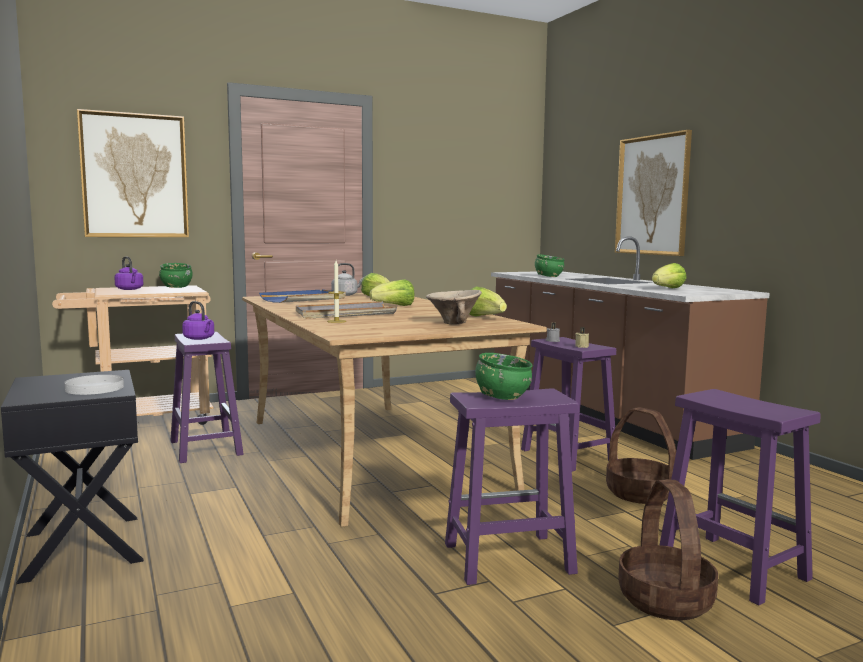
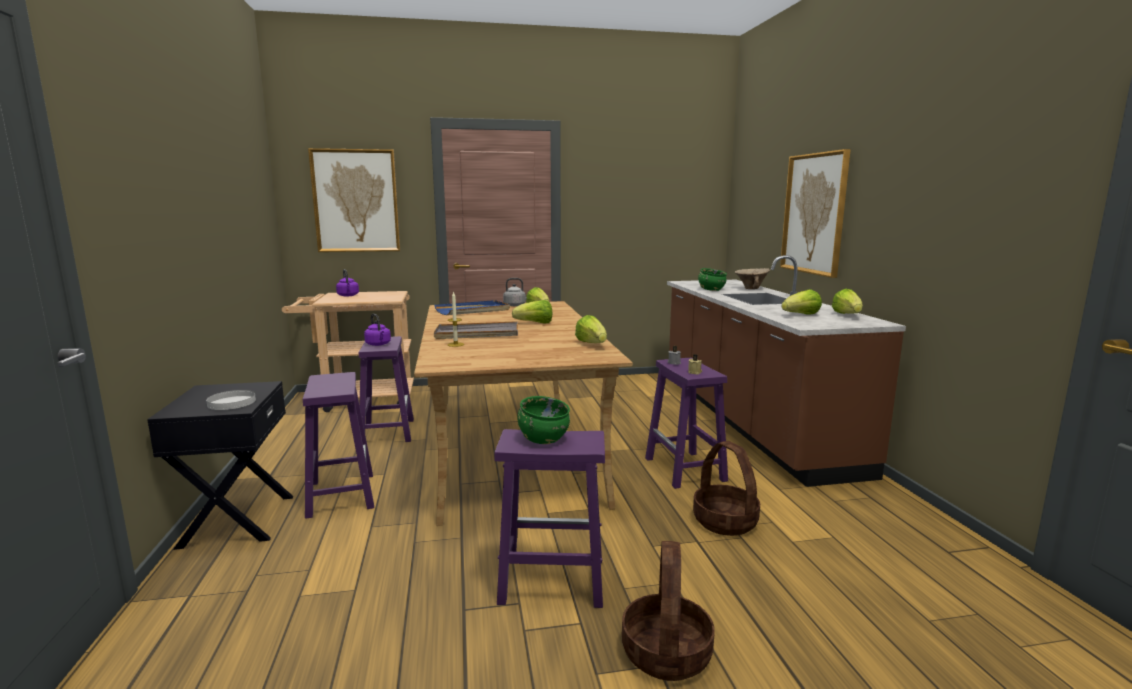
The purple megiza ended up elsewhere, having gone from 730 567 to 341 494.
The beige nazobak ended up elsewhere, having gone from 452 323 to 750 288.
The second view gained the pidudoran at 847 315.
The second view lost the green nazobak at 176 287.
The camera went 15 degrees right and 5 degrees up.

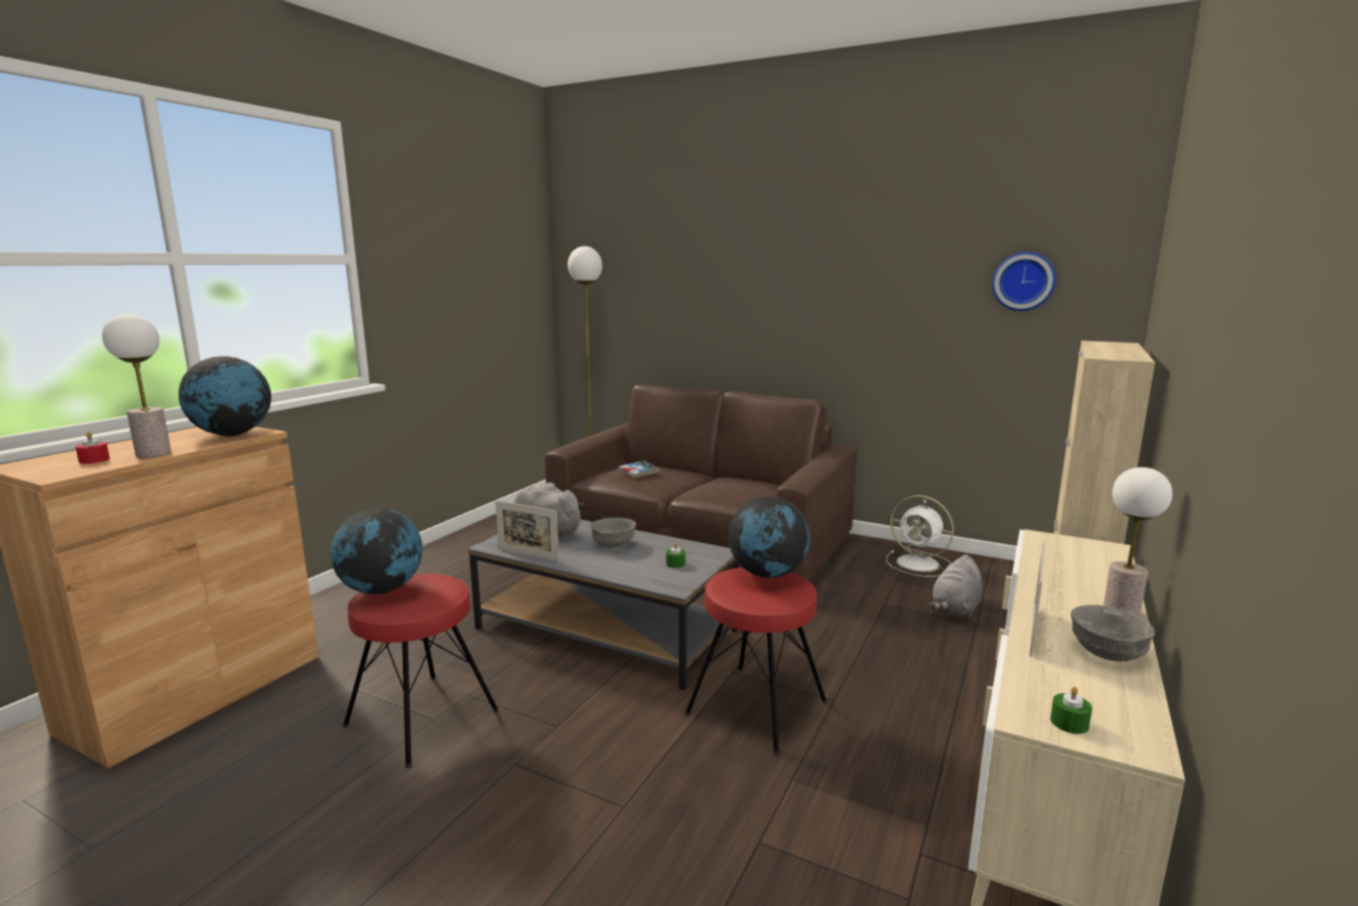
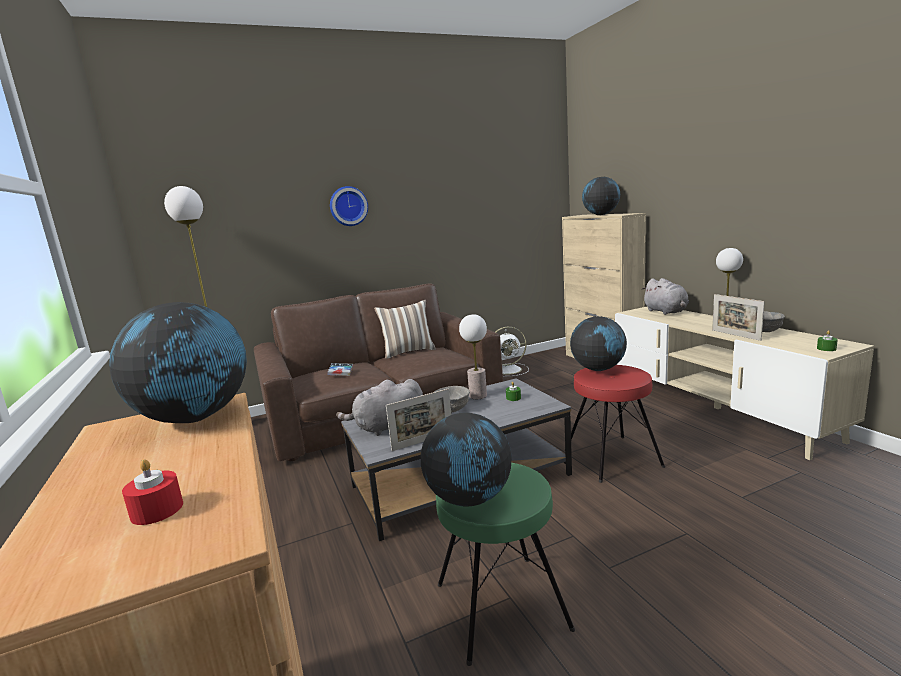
The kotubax ended up elsewhere, having gone from 1023 281 to 348 206.
The second view gained the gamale at 408 352.
What was the red megiza at 422 717 turned into the green megiza at 500 605.
The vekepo ended up elsewhere, having gone from 153 454 to 478 396.
The second view gained the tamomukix at 601 214.
The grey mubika ended up elsewhere, having gone from 955 609 to 666 312.
The camera went 50 degrees left and 0 degrees up.

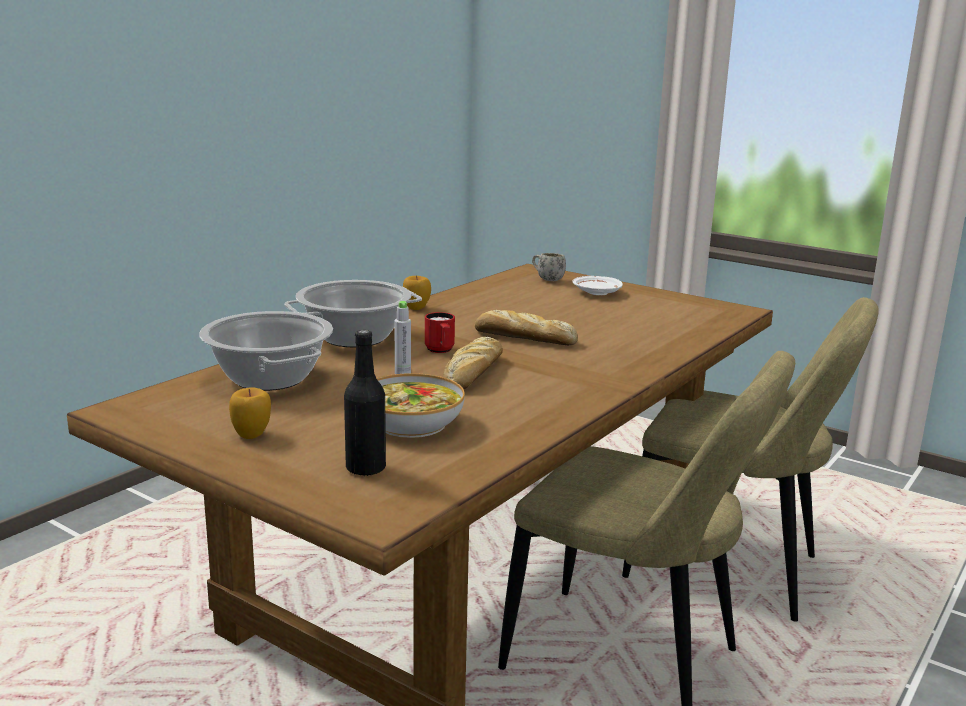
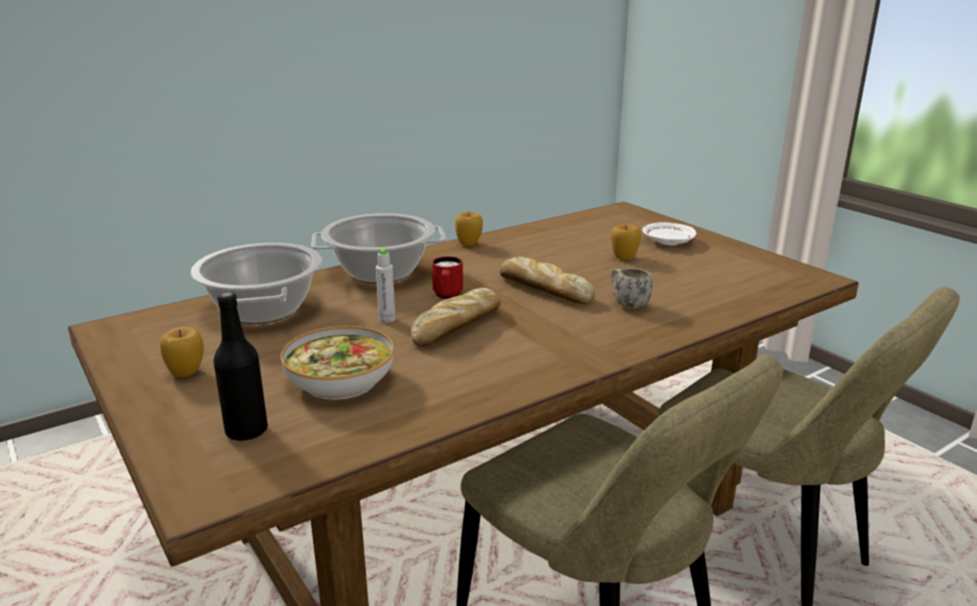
The second view gained the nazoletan at 624 257.
The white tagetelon ended up elsewhere, having gone from 547 279 to 627 303.
The camera went 20 degrees right and 5 degrees up.

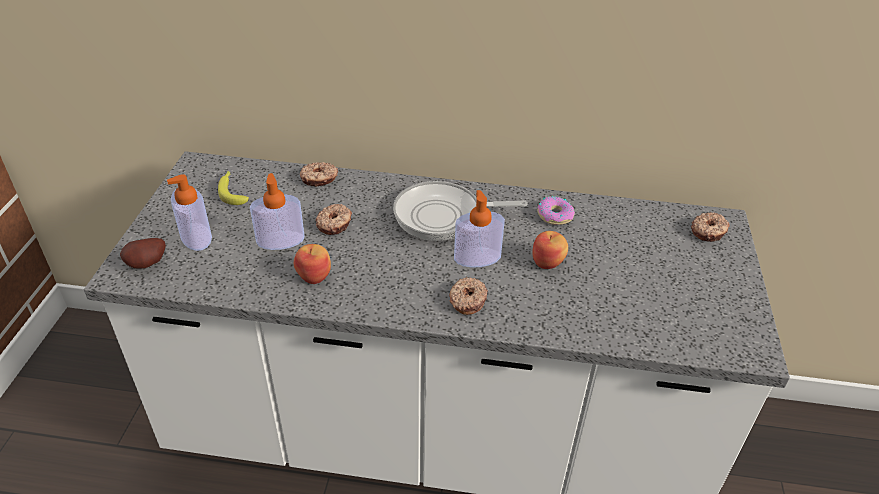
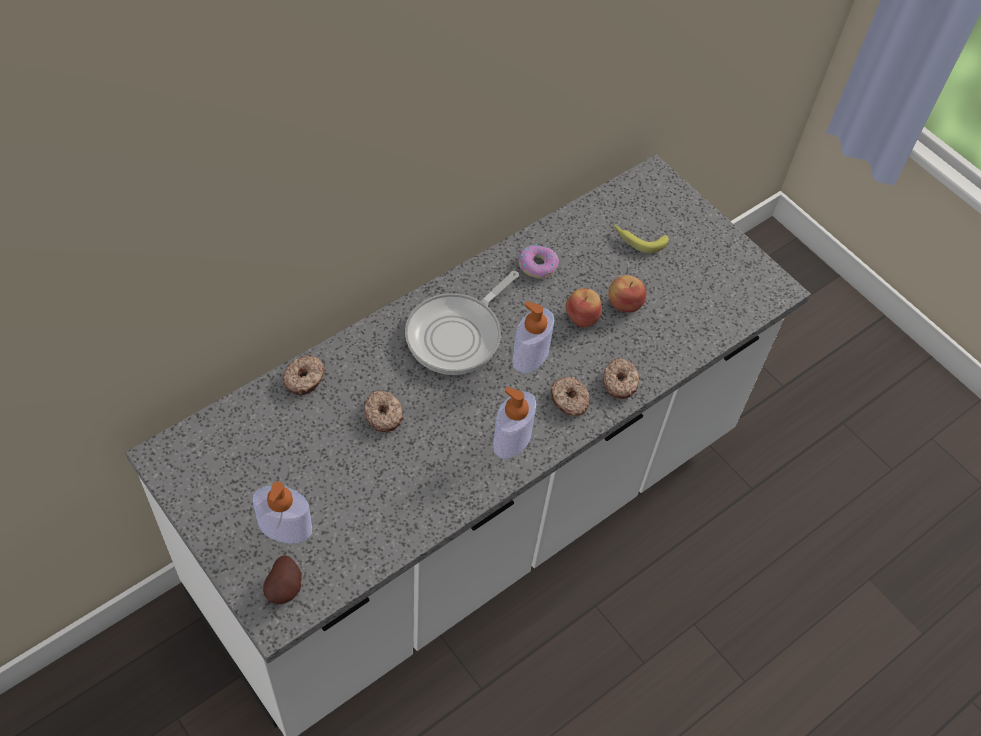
The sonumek ended up elsewhere, having gone from 280 240 to 512 438.
The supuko ended up elsewhere, having gone from 709 232 to 620 382.
The nazoletan ended up elsewhere, having gone from 314 275 to 624 303.
The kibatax ended up elsewhere, having gone from 233 191 to 638 240.
The camera went 50 degrees left and 15 degrees up.

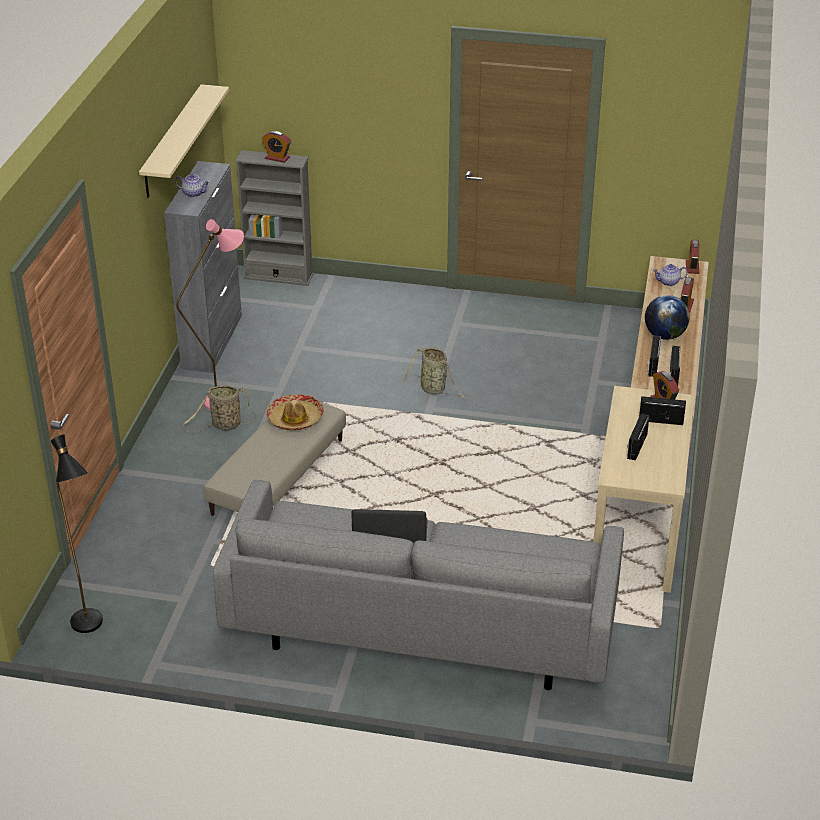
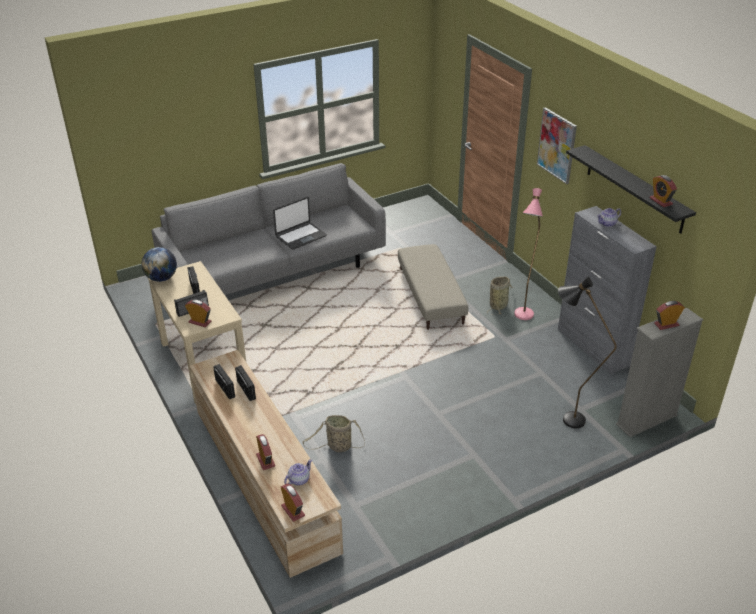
The tamomukix ended up elsewhere, having gone from 664 335 to 161 278.
The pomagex ended up elsewhere, having gone from 434 390 to 337 446.
The second view gained the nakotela at 557 145.
The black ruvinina ended up elsewhere, having gone from 91 629 to 565 418.
What was the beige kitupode at 172 141 turned into the black kitupode at 634 189.
The second view gained the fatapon at 660 201.
The second view lost the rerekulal at 295 419.
The camera went 140 degrees right and 0 degrees up.

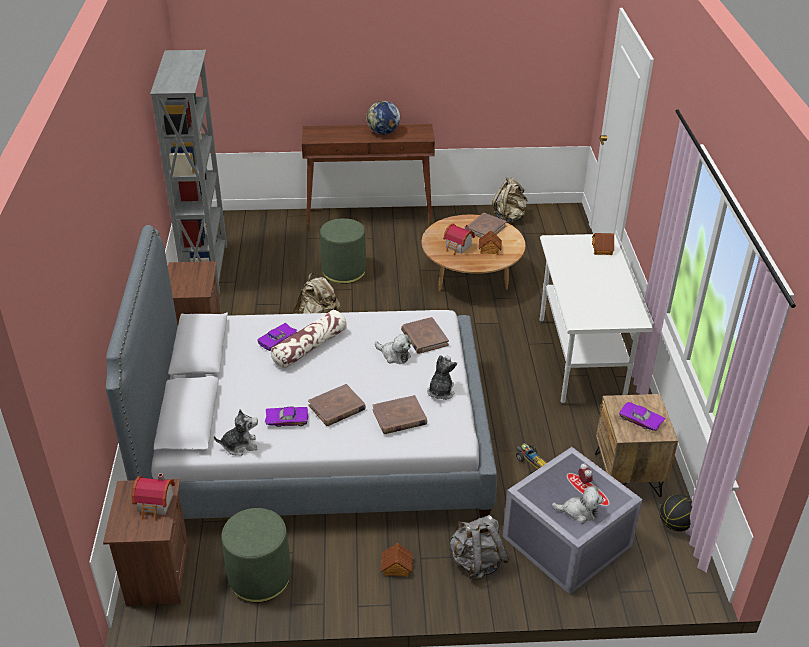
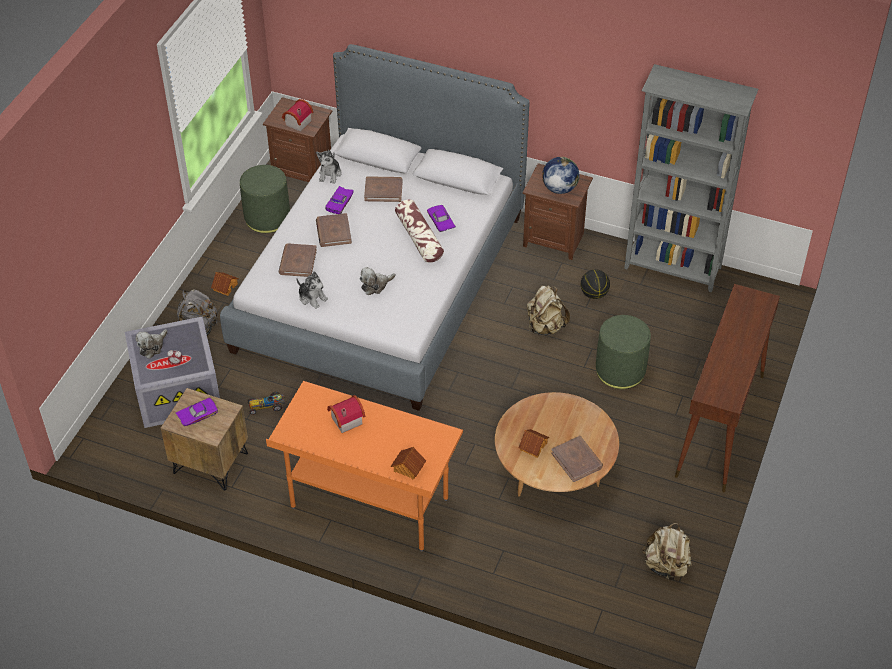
What was the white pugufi at 581 360 turned into the orange pugufi at 369 504.
The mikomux ended up elsewhere, having gone from 458 247 to 345 419.
The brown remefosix ended up elsewhere, having gone from 424 337 to 383 190.
The tamomukix ended up elsewhere, having gone from 383 132 to 559 188.
The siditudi ended up elsewhere, having gone from 675 524 to 594 294.
The camera went 115 degrees right and 10 degrees up.

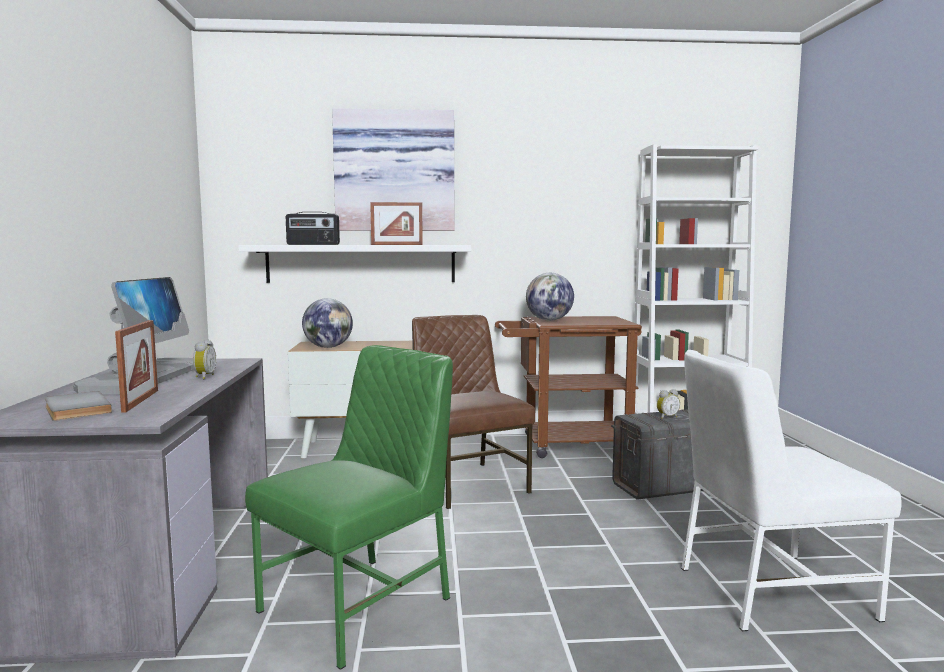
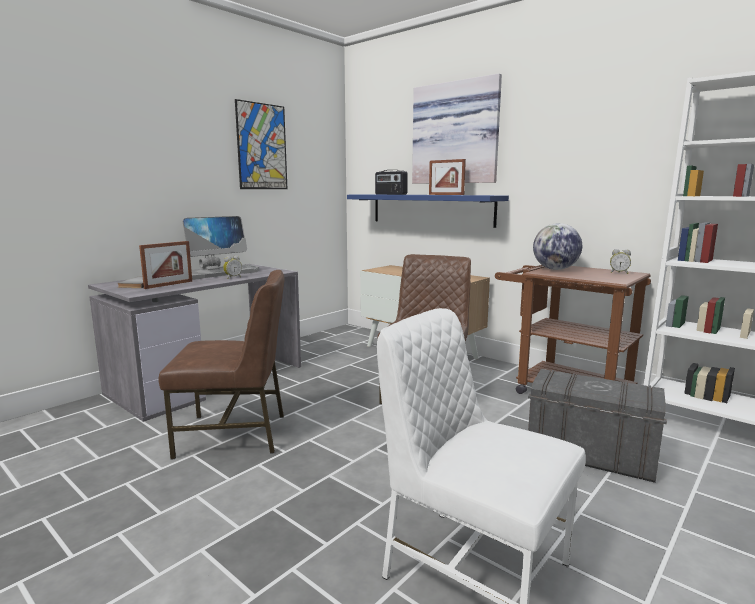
What was the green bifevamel at 360 605 turned into the brown bifevamel at 234 435.
The second view gained the nakotela at 262 147.
What was the white kitupode at 361 263 turned into the blue kitupode at 430 209.
The fatapon ended up elsewhere, having gone from 666 417 to 619 273.
The second view lost the tamomukix at 328 347.
The camera went 45 degrees right and 5 degrees up.

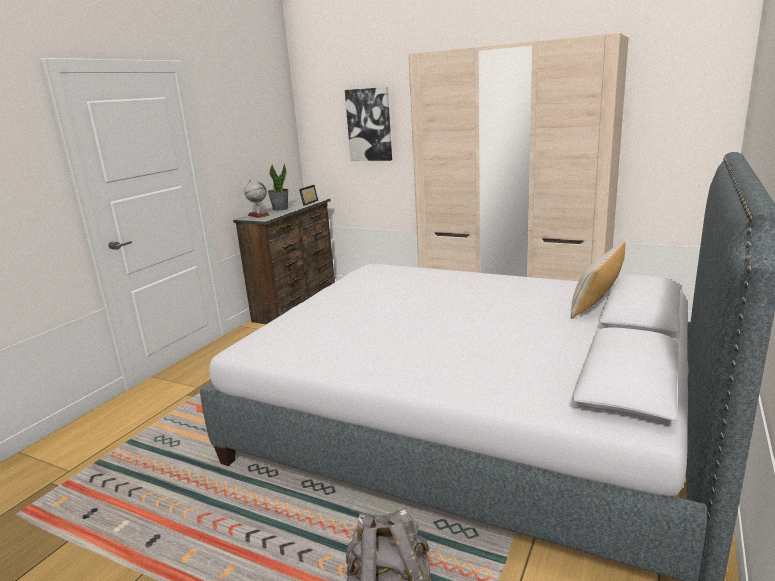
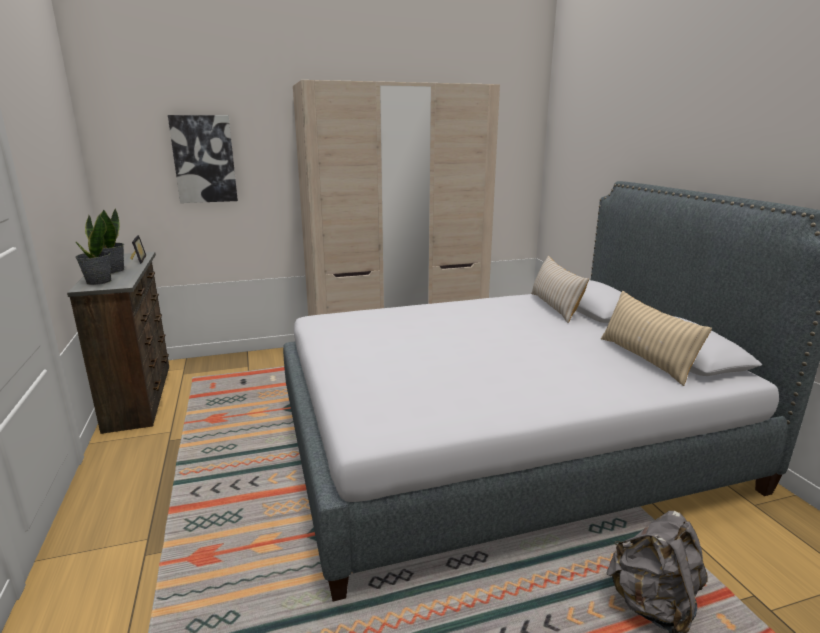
Where the tamomukix stood at 258 215, the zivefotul came to stand at 98 282.
The second view gained the beige gamale at 645 359.
The camera went 45 degrees left and 0 degrees up.

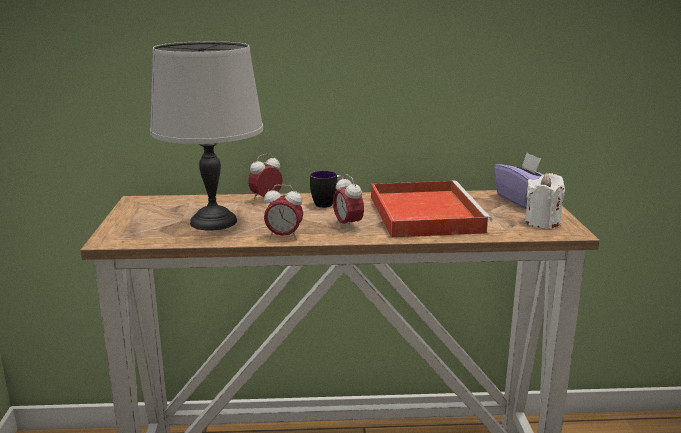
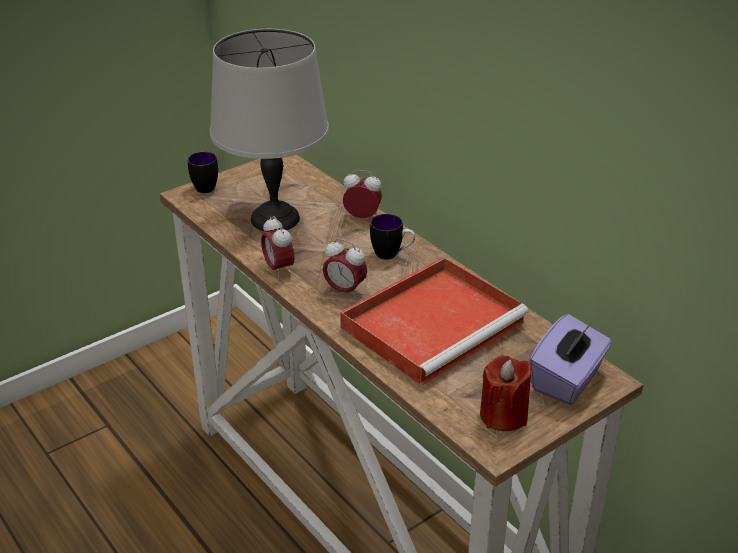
The second view gained the tagetelon at 205 185.
The fatapon at 348 225 ended up facing another way, 90 degrees counterclockwise from before.
What was the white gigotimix at 542 222 turned into the red gigotimix at 503 415.
The camera went 55 degrees right and 15 degrees up.

